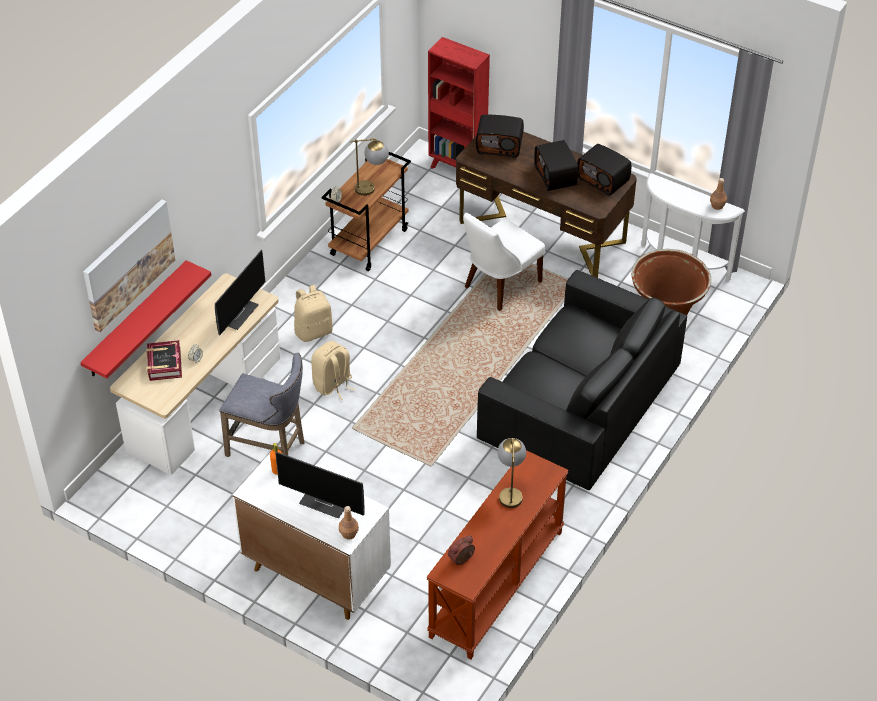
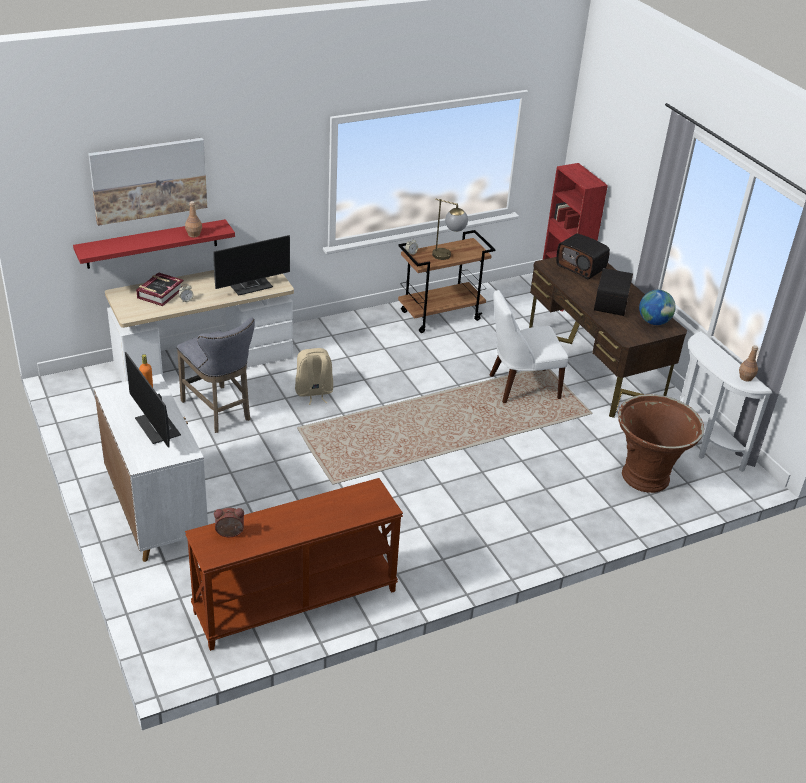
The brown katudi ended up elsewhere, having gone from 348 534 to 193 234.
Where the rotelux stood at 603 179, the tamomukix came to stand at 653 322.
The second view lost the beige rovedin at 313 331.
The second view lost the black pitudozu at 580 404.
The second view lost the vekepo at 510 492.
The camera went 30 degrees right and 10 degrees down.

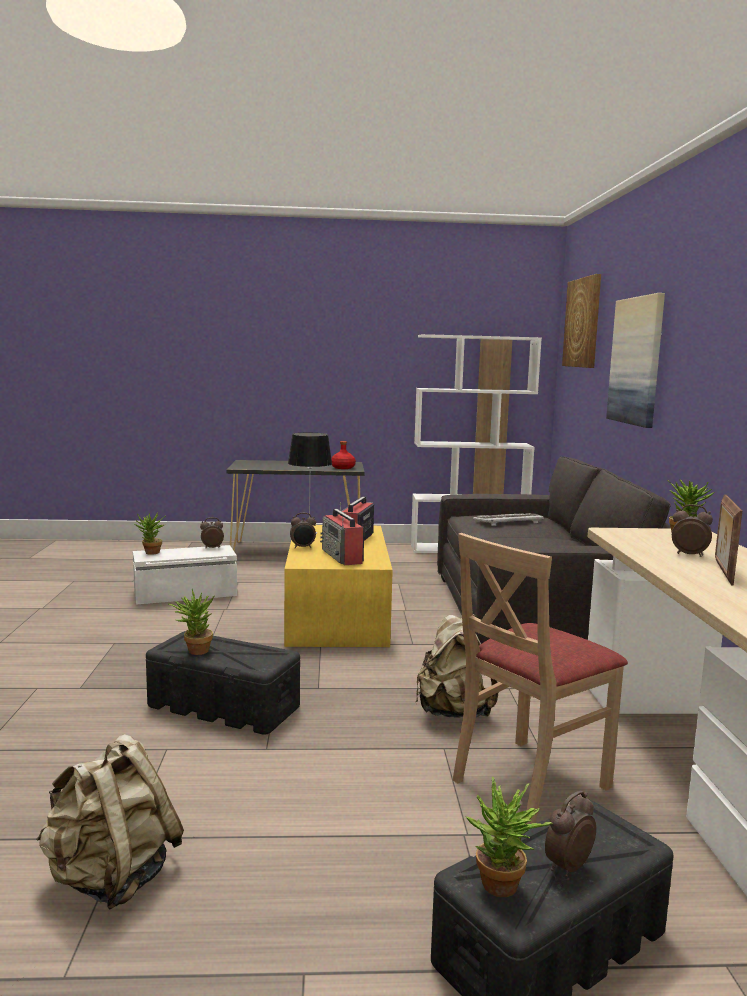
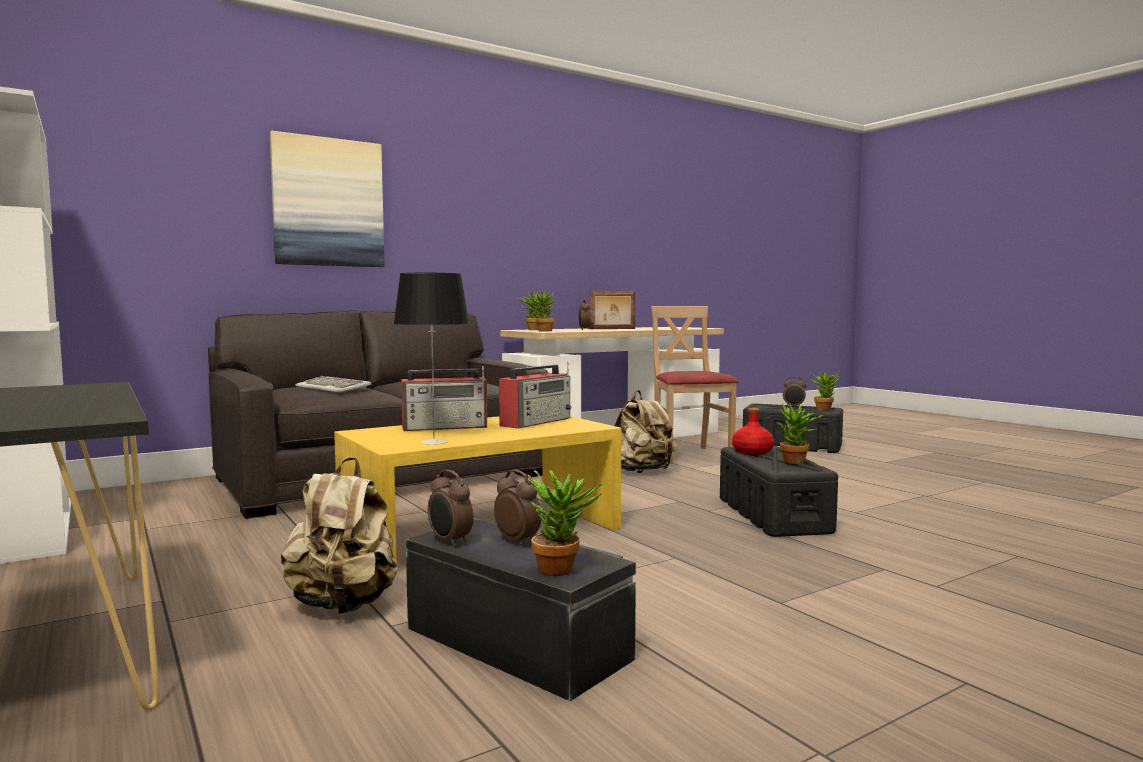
The beige rovedin ended up elsewhere, having gone from 111 878 to 344 605.
What was the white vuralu at 185 594 turned into the black vuralu at 518 642.
The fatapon ended up elsewhere, having gone from 303 547 to 518 541.
The second view gained the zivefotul at 542 331.
The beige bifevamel at 528 781 ended up facing another way, 120 degrees counterclockwise from before.
The red katudi ended up elsewhere, having gone from 343 468 to 753 452.
The second view lost the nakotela at 583 323.
The camera went 120 degrees left and 5 degrees down.

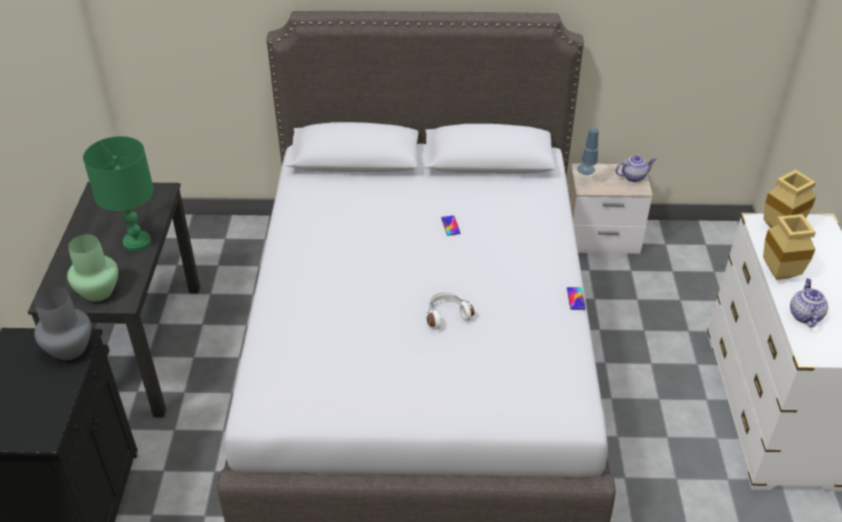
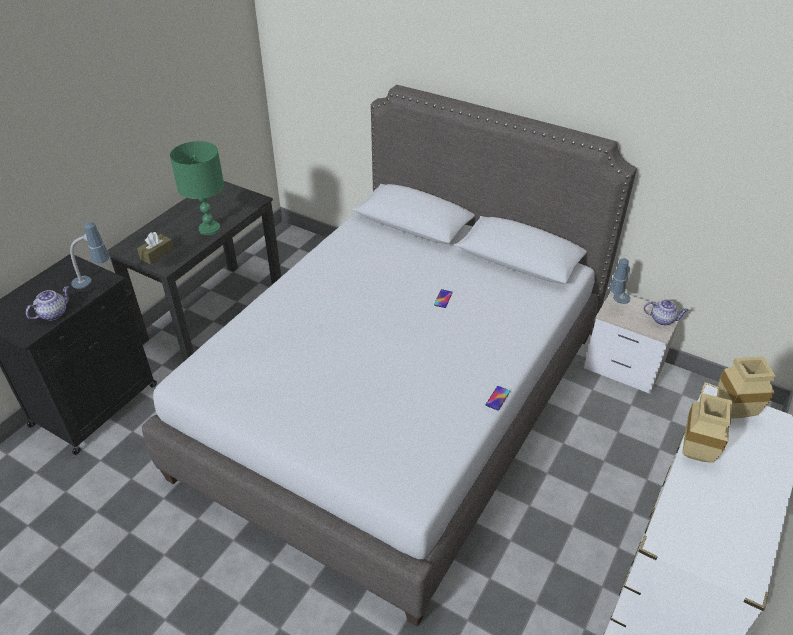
The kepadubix ended up elsewhere, having gone from 804 315 to 54 313.
Where the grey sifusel stood at 70 349, the vekepo came to stand at 95 283.
Where the green sifusel stood at 99 292, the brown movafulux came to stand at 157 254.
The second view lost the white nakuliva at 446 314.
The camera went 30 degrees right and 0 degrees up.

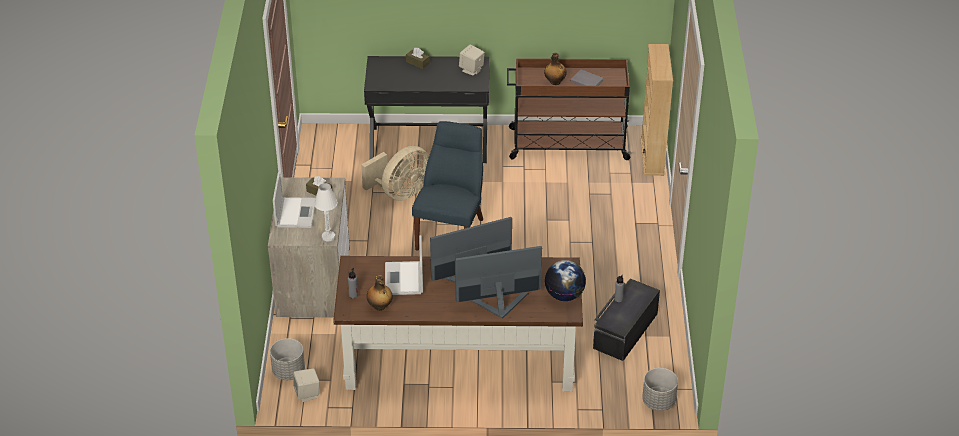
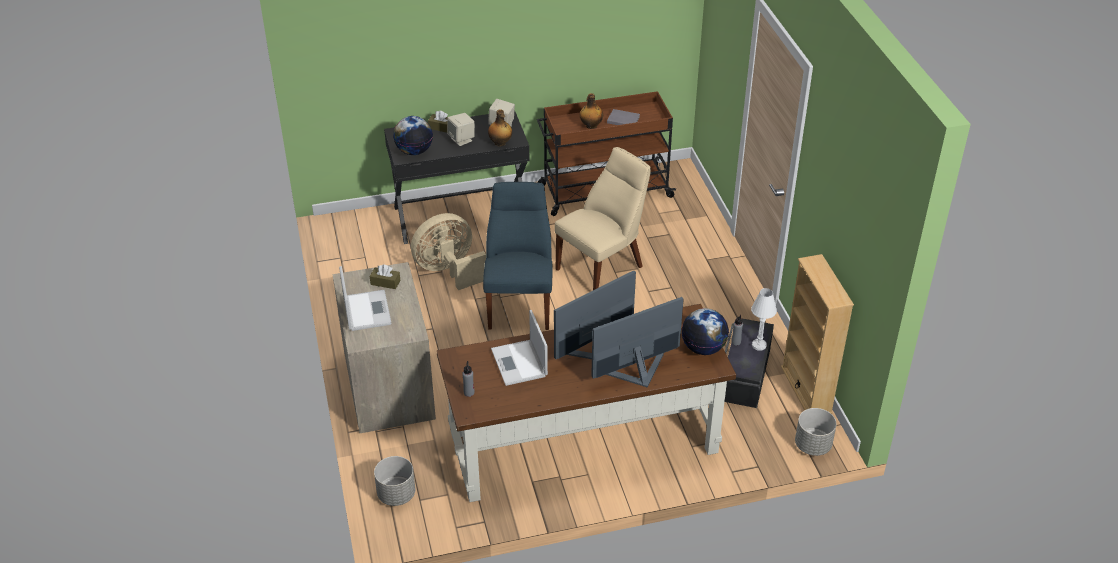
The second view gained the tamomukix at 414 151.
The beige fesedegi at 400 193 ended up facing another way, 150 degrees counterclockwise from before.
The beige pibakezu ended up elsewhere, having gone from 307 394 to 462 139.
The katudi ended up elsewhere, having gone from 380 307 to 500 143.
The second view gained the beige bifevamel at 603 266.
The white vekepo ended up elsewhere, having gone from 328 237 to 759 345.
The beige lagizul ended up elsewhere, having gone from 652 156 to 806 390.
The camera went 15 degrees left and 0 degrees up.

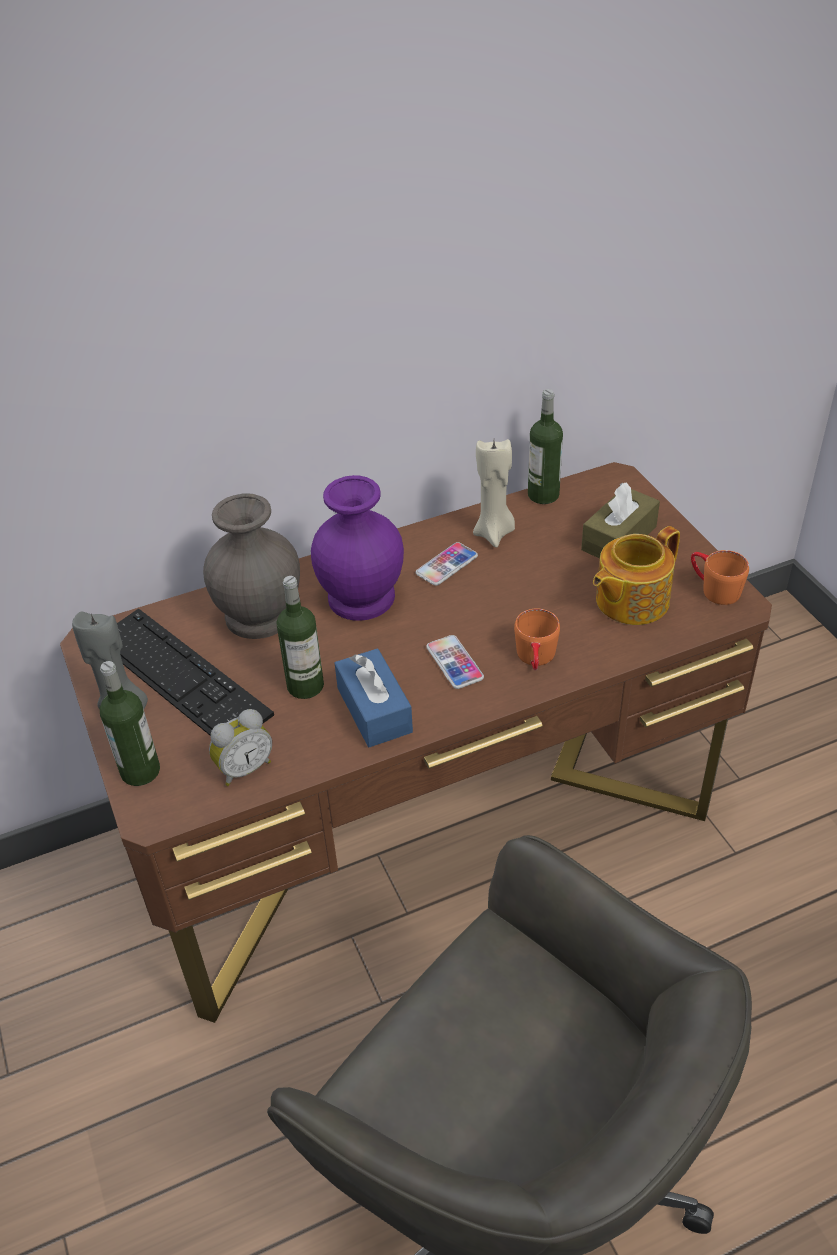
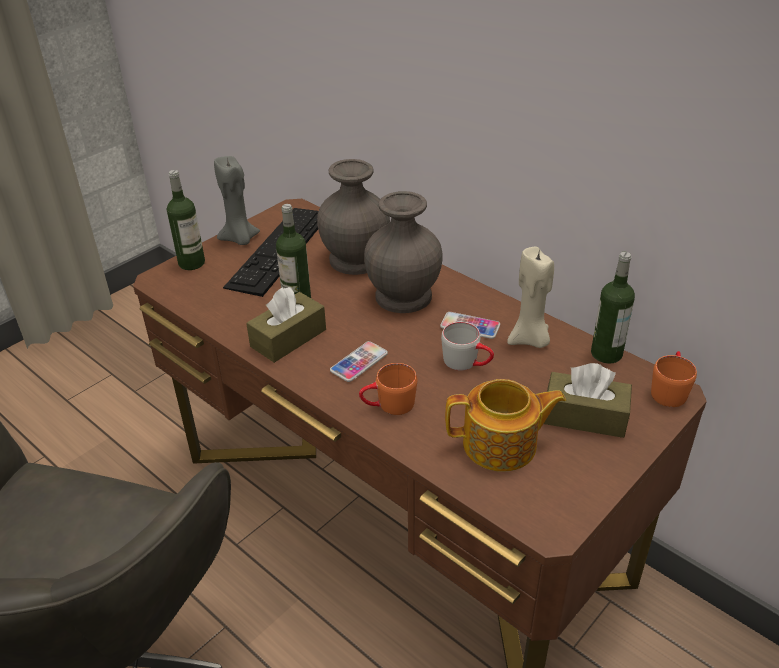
What was the blue movafulux at 374 710 turned into the brown movafulux at 288 338.
What was the purple sifusel at 362 596 turned into the grey sifusel at 405 297.
The second view gained the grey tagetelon at 467 363.
The kepadubix at 630 600 ended up facing another way, 150 degrees clockwise from before.
The orange tagetelon ended up elsewhere, having gone from 713 588 to 669 389.
The second view lost the fatapon at 244 768.
The camera went 65 degrees right and 5 degrees down.

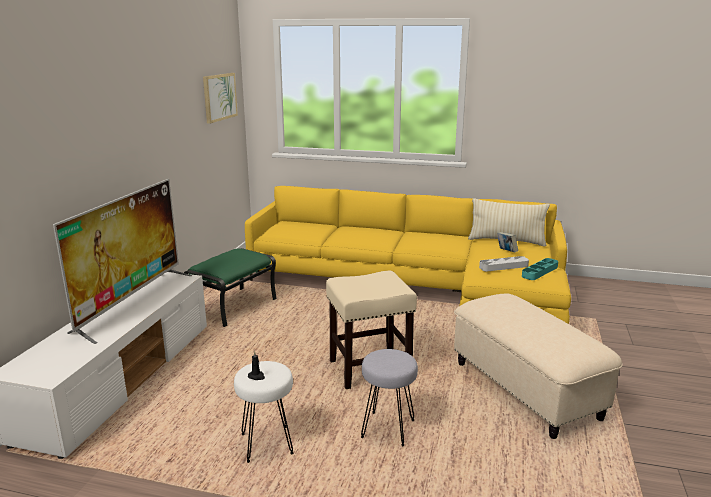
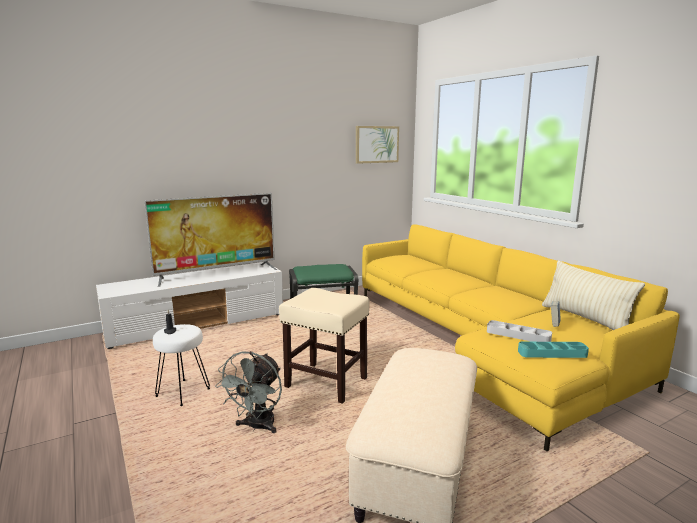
Where the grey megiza stood at 388 429, the grey fesedegi came to stand at 257 427.
The camera went 45 degrees right and 5 degrees down.

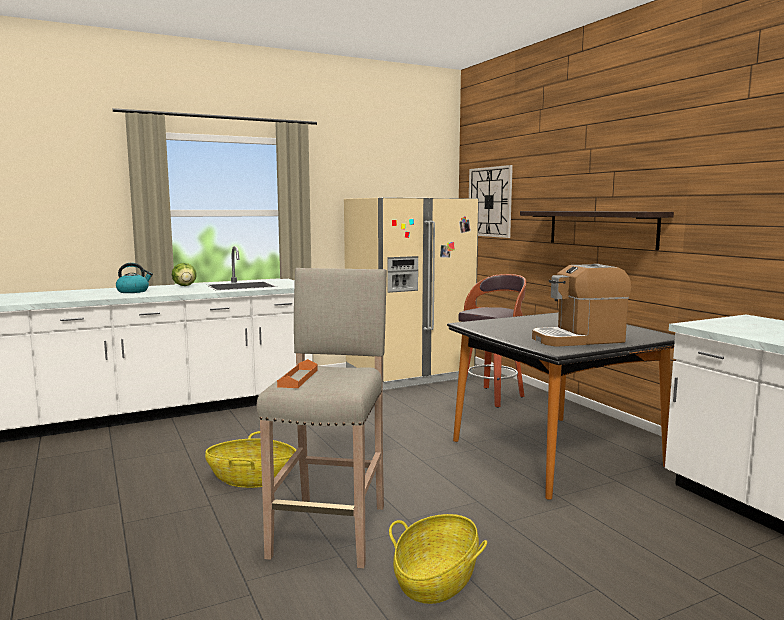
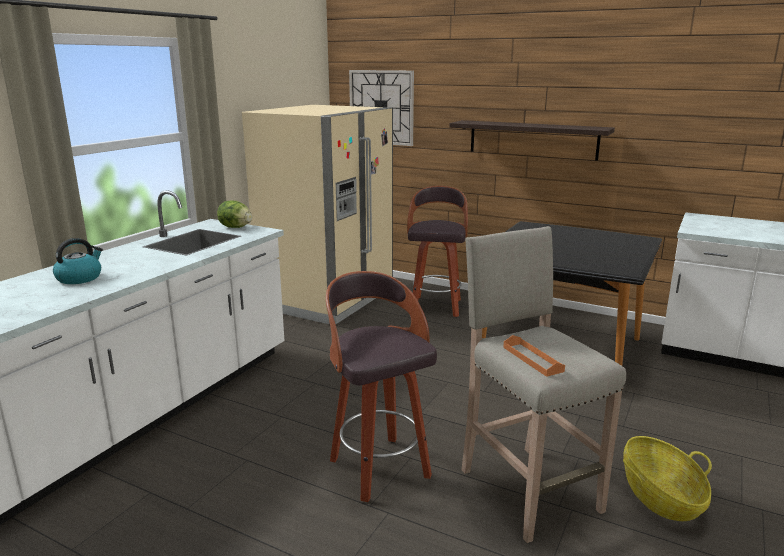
The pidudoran ended up elsewhere, having gone from 185 286 to 235 227.
Where the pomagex stood at 252 479, the megiza came to stand at 378 467.
The second view lost the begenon at 578 339.
The camera went 35 degrees left and 10 degrees up.

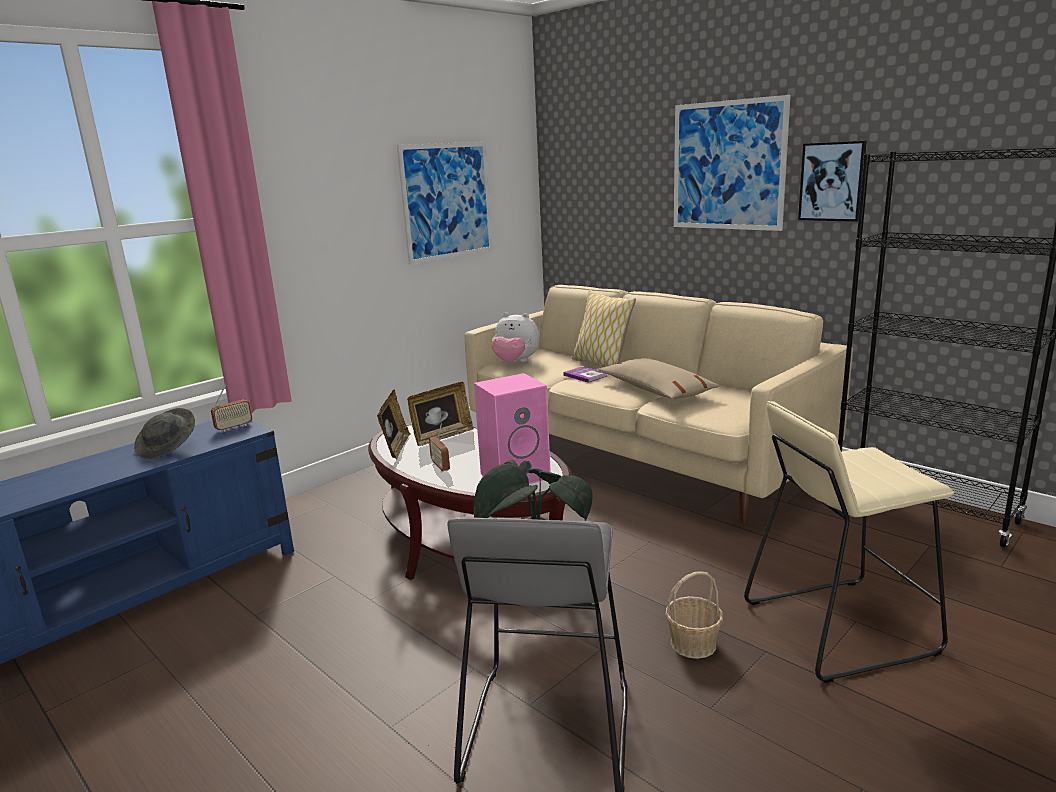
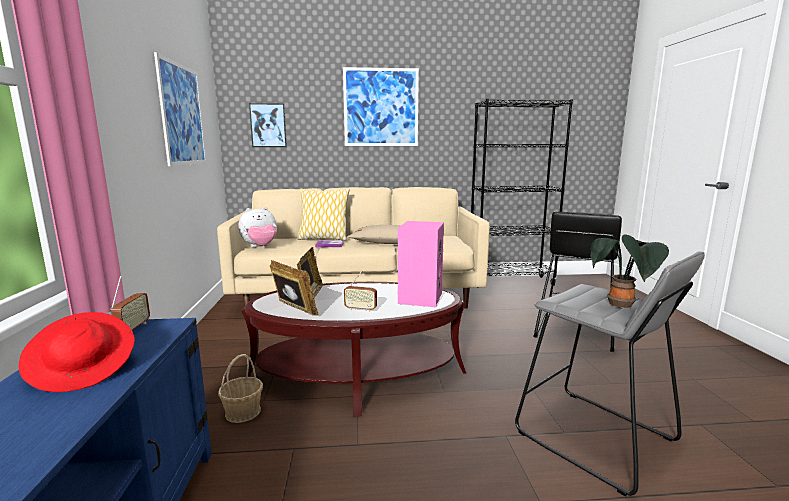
What was the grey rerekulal at 168 448 turned into the red rerekulal at 84 370.
The pomagex ended up elsewhere, having gone from 693 643 to 243 412.
The nakotela ended up elsewhere, having gone from 832 181 to 268 125.
What was the beige megiza at 838 626 turned into the black megiza at 574 331.
The camera went 50 degrees left and 5 degrees down.

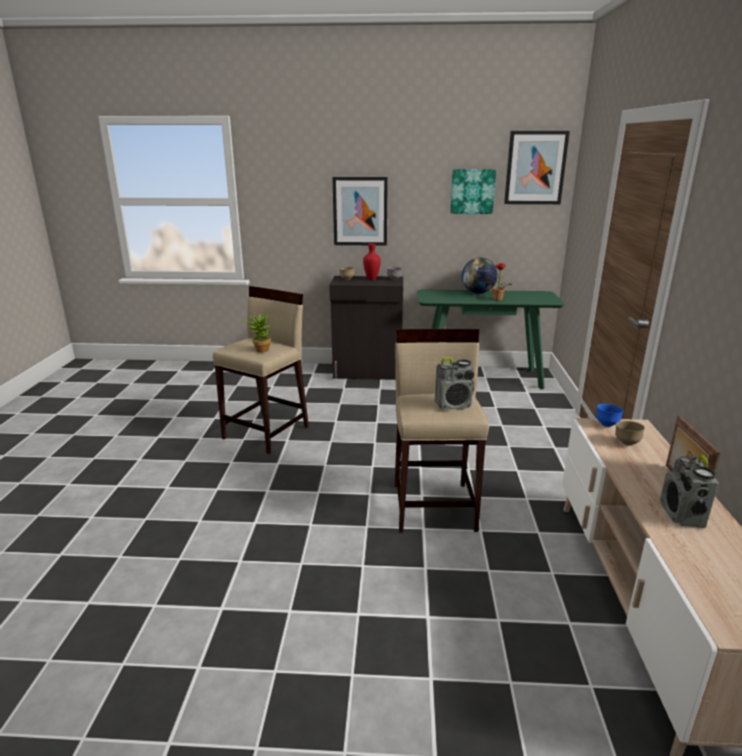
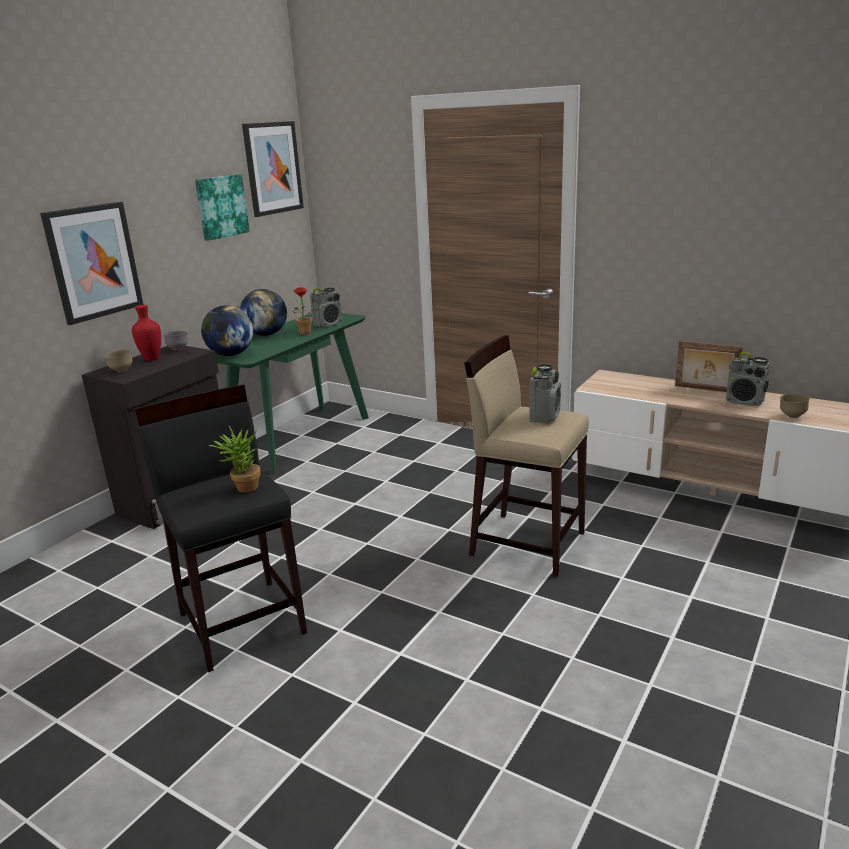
What was the beige megiza at 267 432 turned into the black megiza at 243 622.
The second view gained the tamomukix at 231 354.
The second view gained the rotelux at 328 324.
The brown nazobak ended up elsewhere, having gone from 626 443 to 791 416.
The second view lost the blue nazobak at 606 424.
The camera went 60 degrees left and 0 degrees up.

